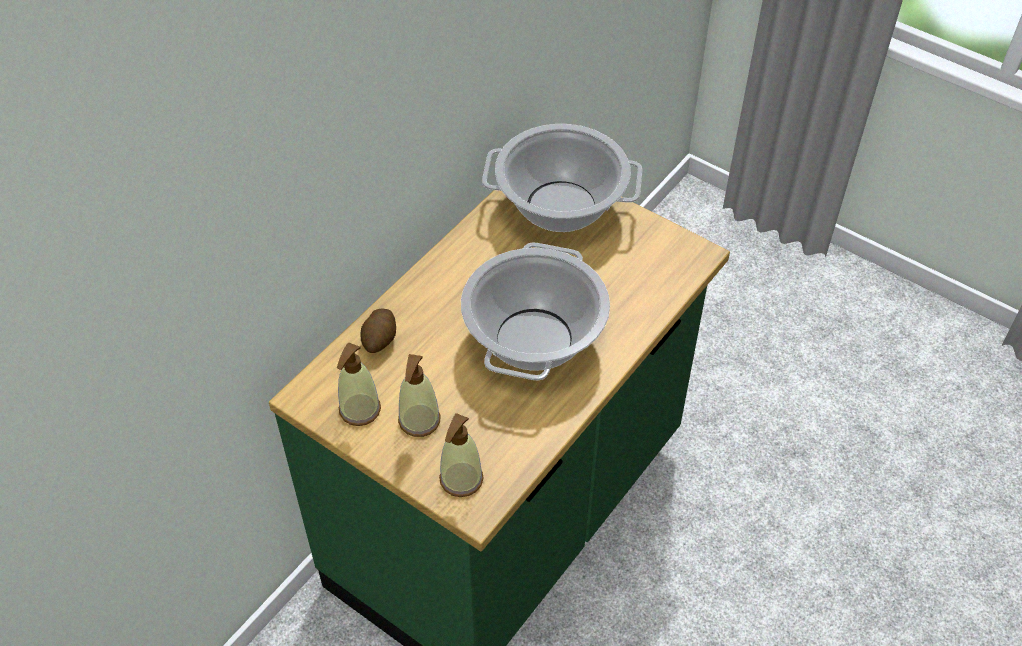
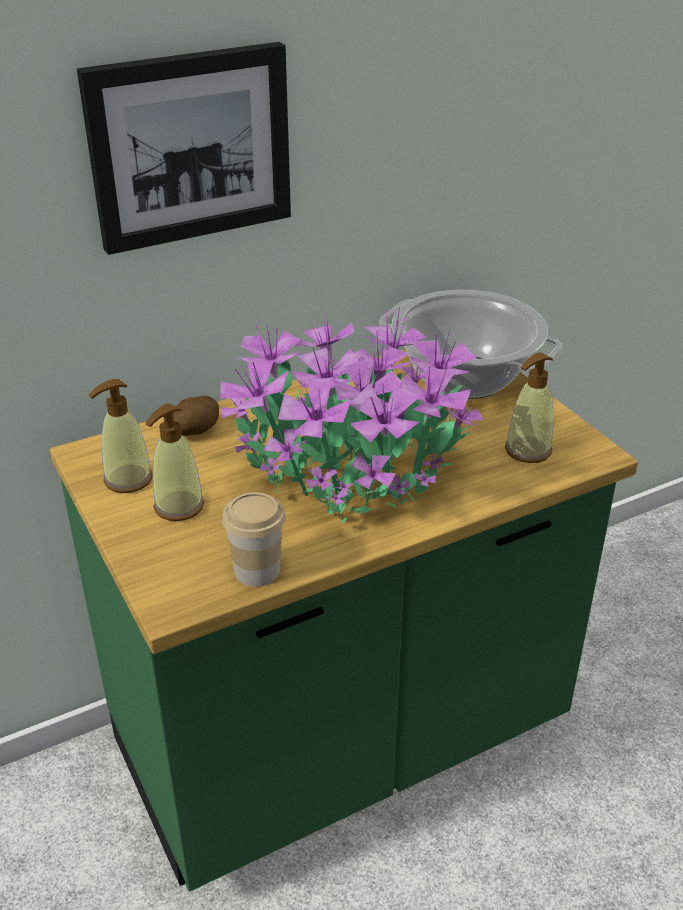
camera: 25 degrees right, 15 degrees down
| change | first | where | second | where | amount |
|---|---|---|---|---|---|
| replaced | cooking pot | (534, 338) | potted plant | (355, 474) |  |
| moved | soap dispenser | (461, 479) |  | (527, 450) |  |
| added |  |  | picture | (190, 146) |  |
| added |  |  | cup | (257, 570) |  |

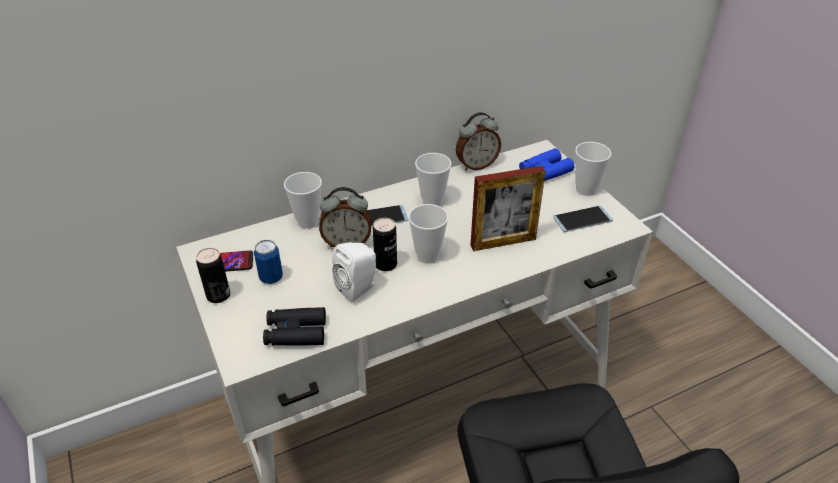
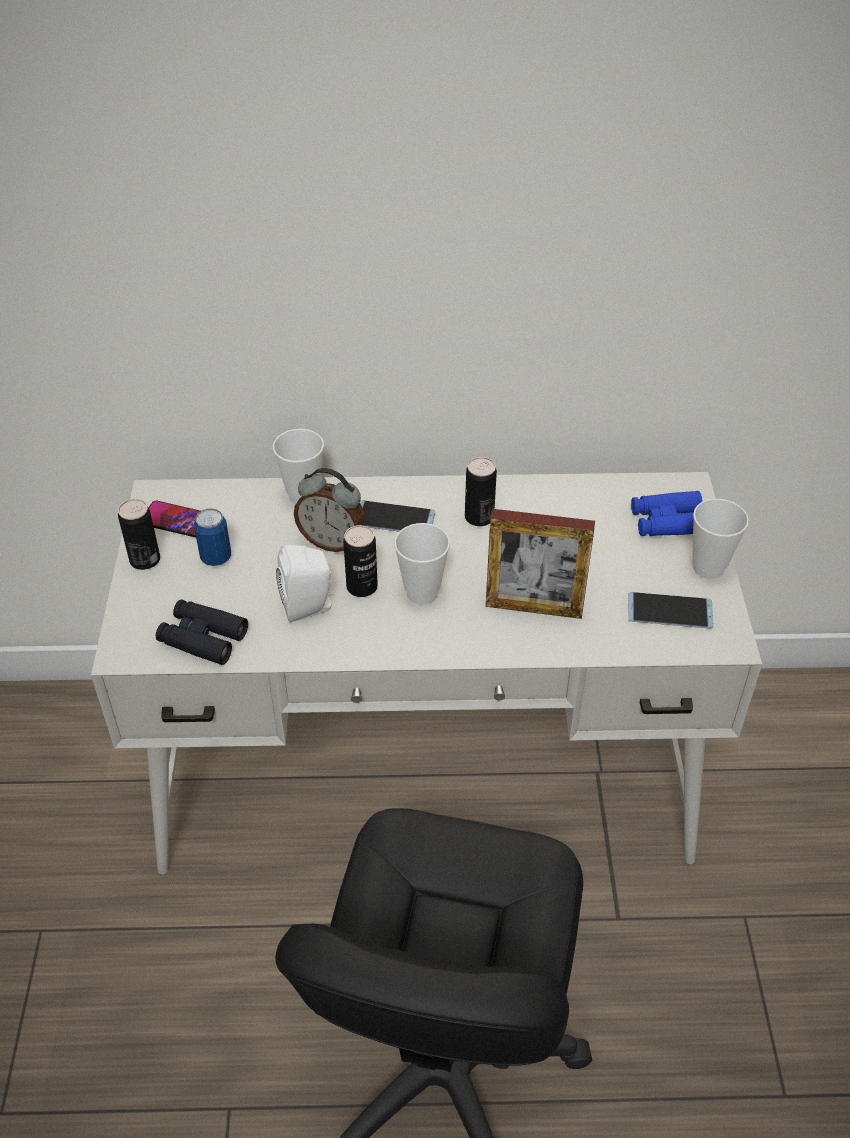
camera: 25 degrees right, 5 degrees up
| change | first | where | second | where | amount |
|---|---|---|---|---|---|
| removed | alarm clock | (476, 165) |  |  |  |
| replaced | cup | (432, 201) | can | (479, 517) |  |

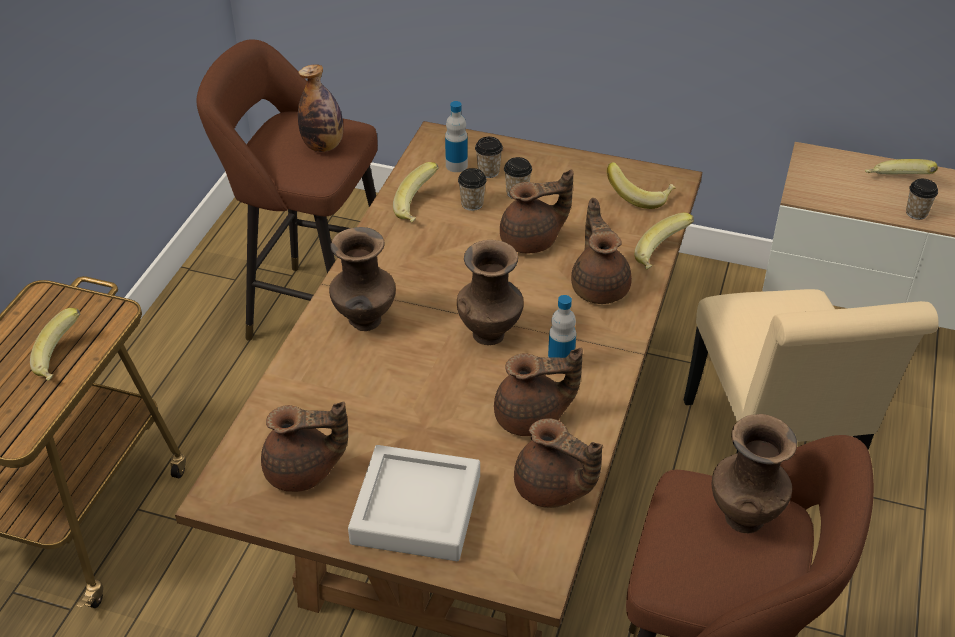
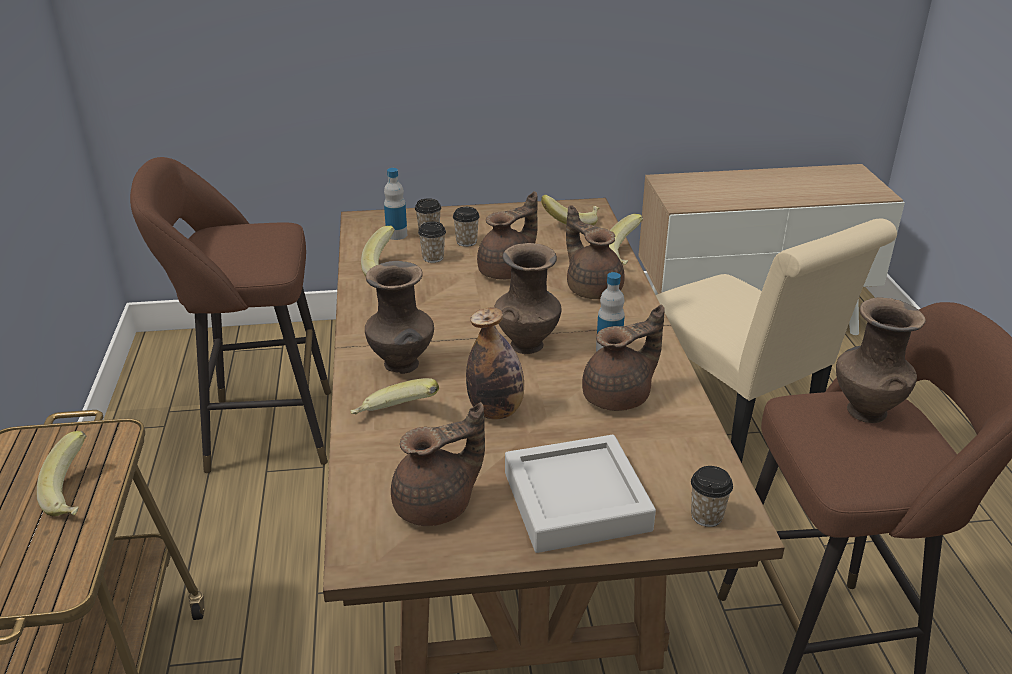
camera: 25 degrees left, 10 degrees down
| change | first | where | second | where | amount |
|---|---|---|---|---|---|
| moved | bottle | (323, 146) |  | (496, 411) |  |
| moved | banana | (896, 183) |  | (396, 417) |  |
| moved | cup | (916, 213) |  | (706, 516) |  |
| removed | brown teapot | (552, 489) |  |  |  |

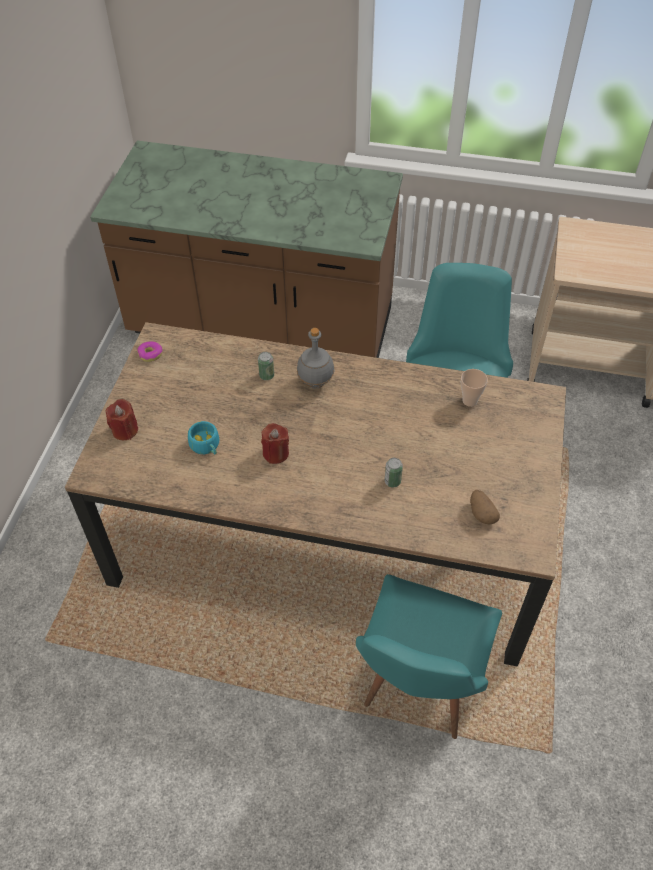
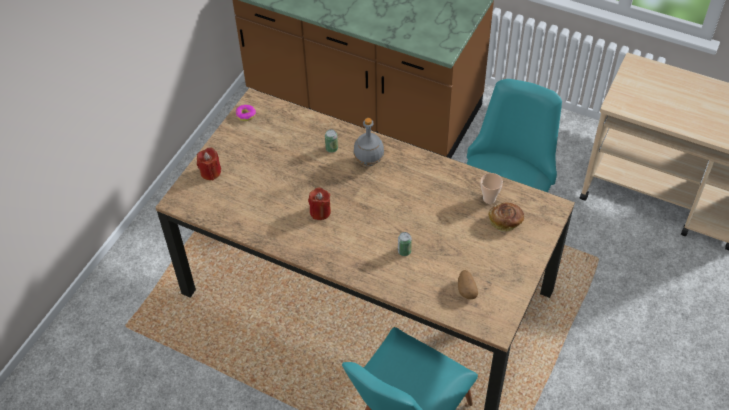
camera: 15 degrees right, 0 degrees up
| change | first | where | second | where | amount |
|---|---|---|---|---|---|
| removed | turquoise cup | (206, 446) |  |  |  |
| added |  |  | bread | (505, 221) |  |

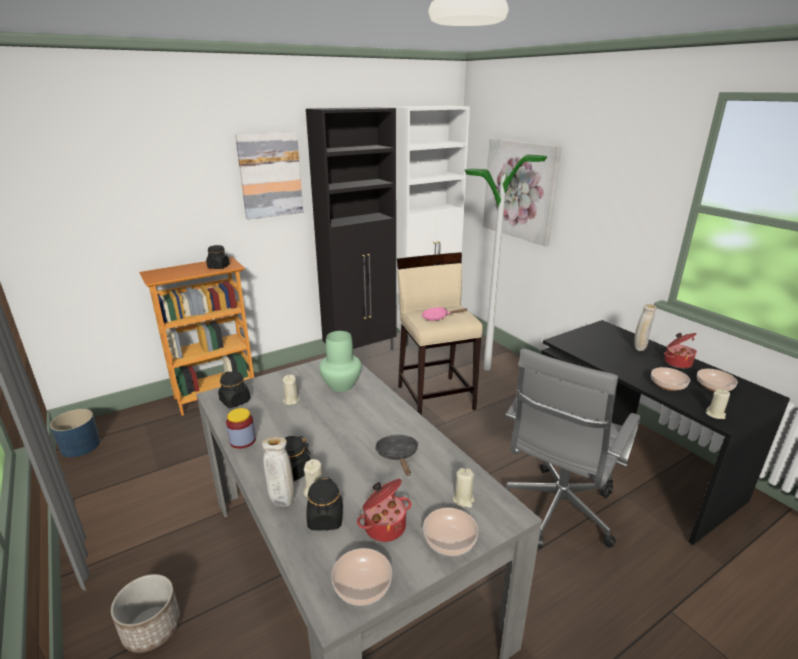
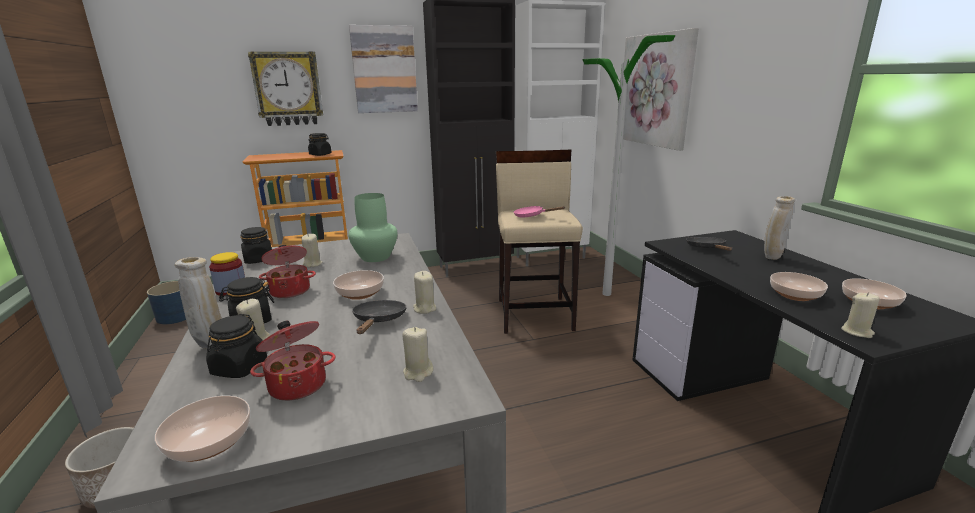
camera: 15 degrees right, 5 degrees down
| change | first | where | second | where | amount |
|---|---|---|---|---|---|
| moved | cooking pot | (677, 362) |  | (290, 290) |  |
| removed | grey office chair | (556, 513) |  |  |  |
| moved | bowl | (450, 541) |  | (360, 293) |  |
| added |  |  | wall clock | (288, 89) |  |
| added |  |  | black frying pan | (707, 248) |  |
| added |  |  | beige candle | (424, 308) |  |

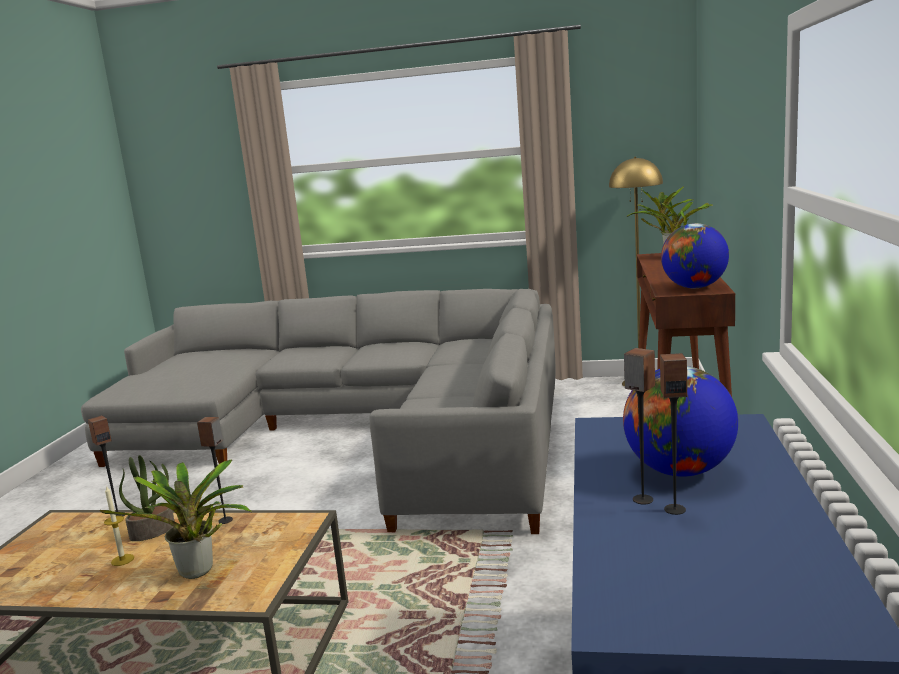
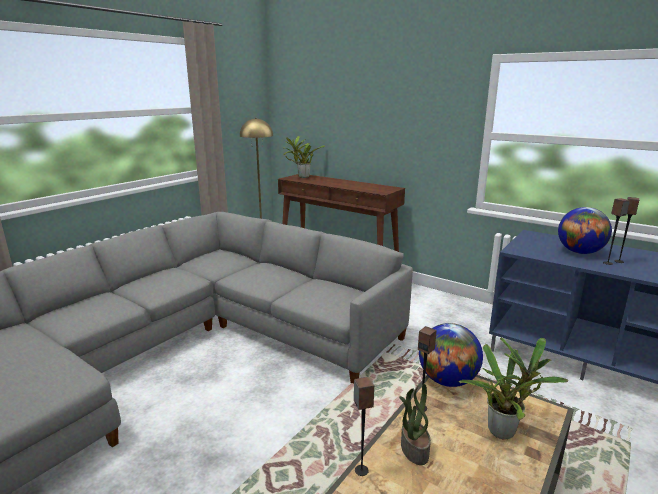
camera: 65 degrees left, 5 degrees up
| change | first | where | second | where | amount |
|---|---|---|---|---|---|
| moved | globe | (694, 287) |  | (447, 380) |  |
| removed | candle | (122, 560) |  |  |  |

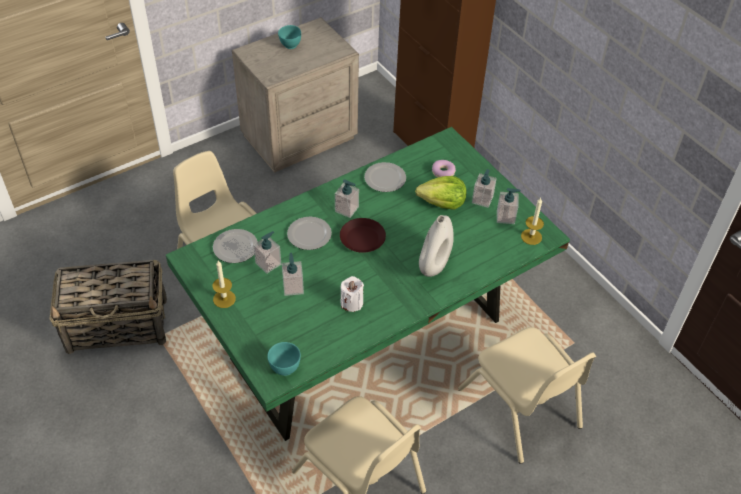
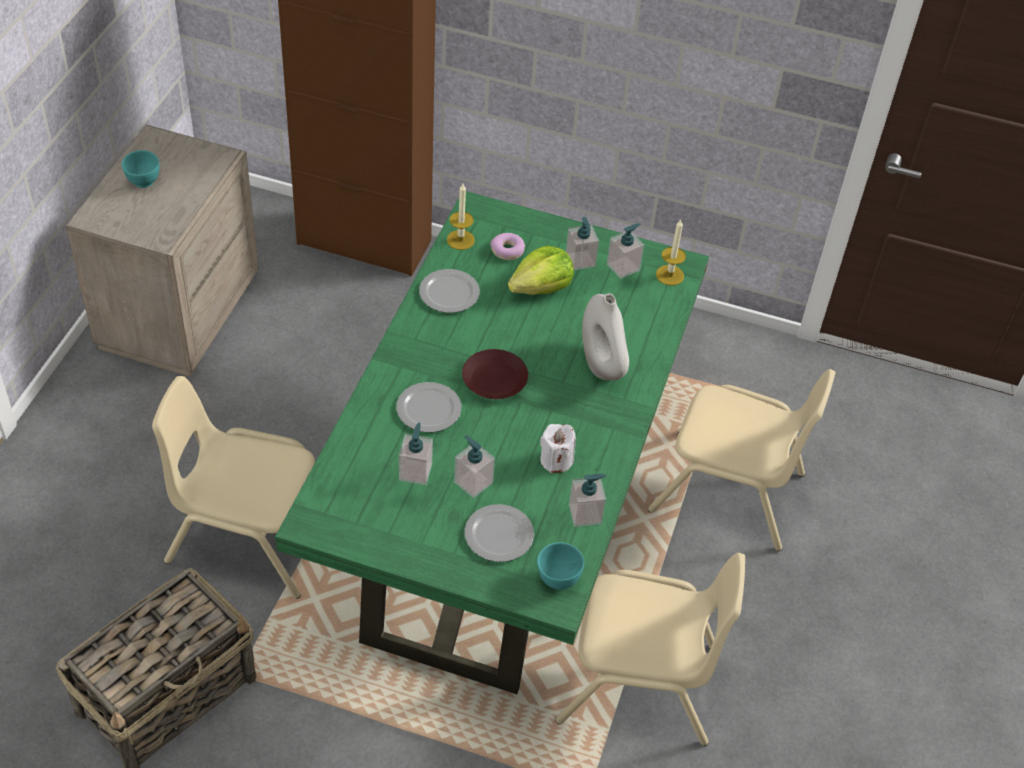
camera: 40 degrees left, 0 degrees up
| change | first | where | second | where | amount |
|---|---|---|---|---|---|
| moved | soap dispenser | (347, 209) |  | (585, 514) |  |
| moved | plate | (236, 248) |  | (500, 535) |  |
| moved | candle | (224, 299) |  | (460, 240) |  |

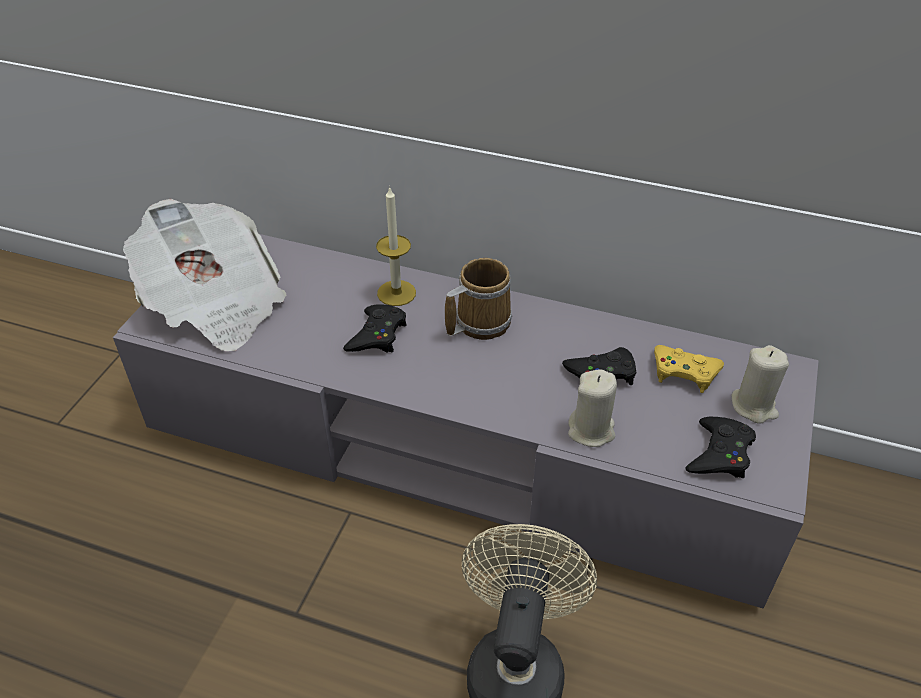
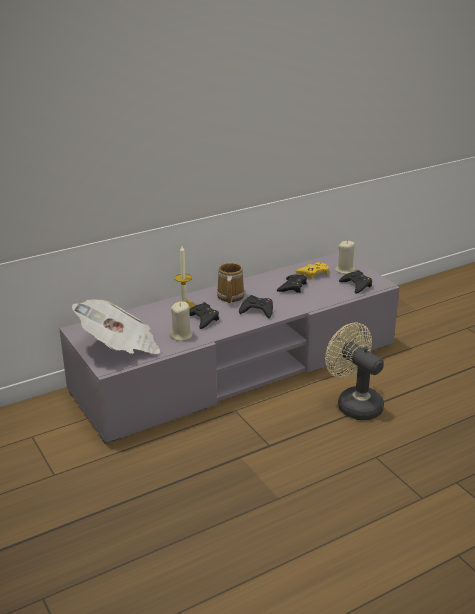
camera: 50 degrees left, 15 degrees down
| change | first | where | second | where | amount |
|---|---|---|---|---|---|
| moved | beige candle | (591, 430) |  | (181, 335) |  |
| added |  |  | black game controller | (257, 310) |  |

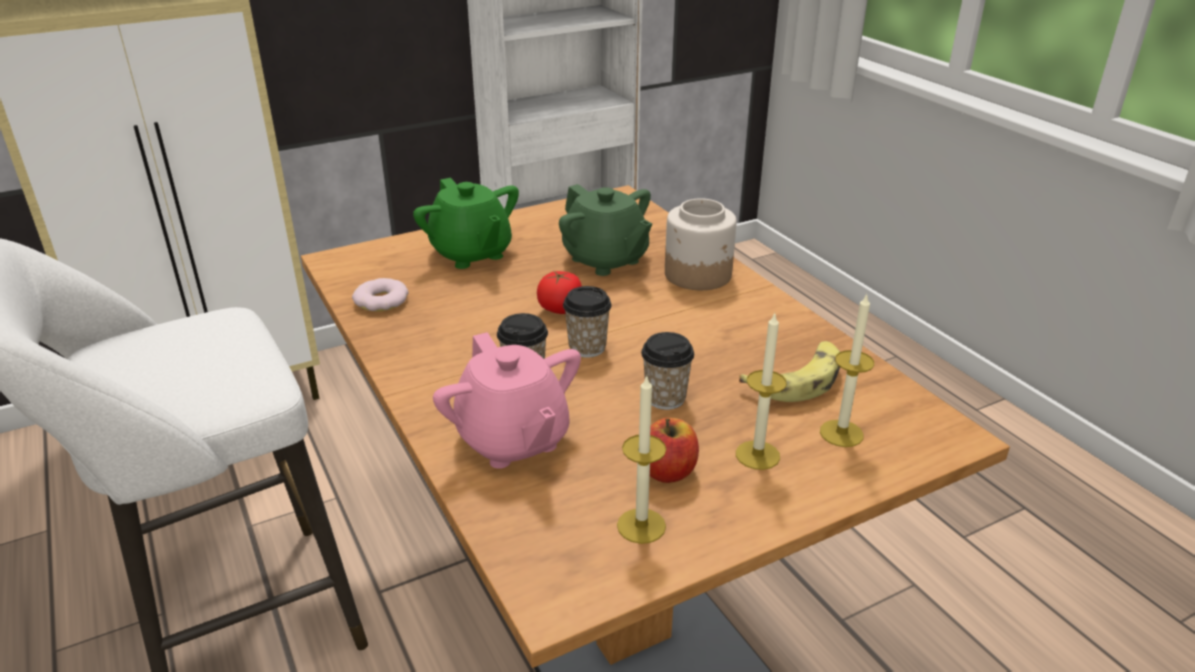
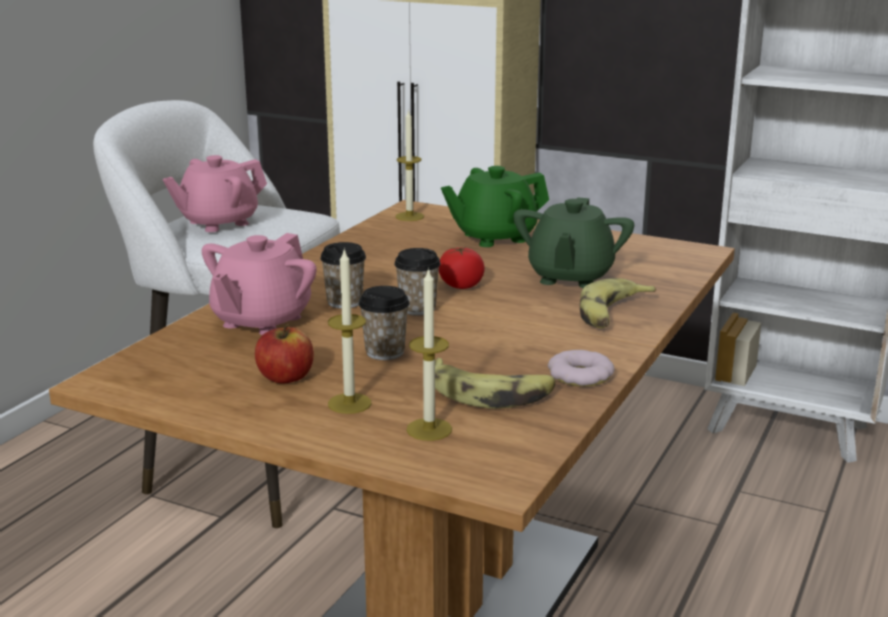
camera: 55 degrees right, 10 degrees down
| change | first | where | second | where | amount |
|---|---|---|---|---|---|
| turned | green teapot | (471, 254) |  | (494, 237) | 45 degrees clockwise |
| replaced | jar | (698, 275) | banana | (612, 314) |  |
| moved | donut | (382, 301) |  | (580, 375) |  |
| moved | candle | (641, 526) |  | (409, 216) |  |
| added |  |  | pink teapot | (218, 223) |  |

